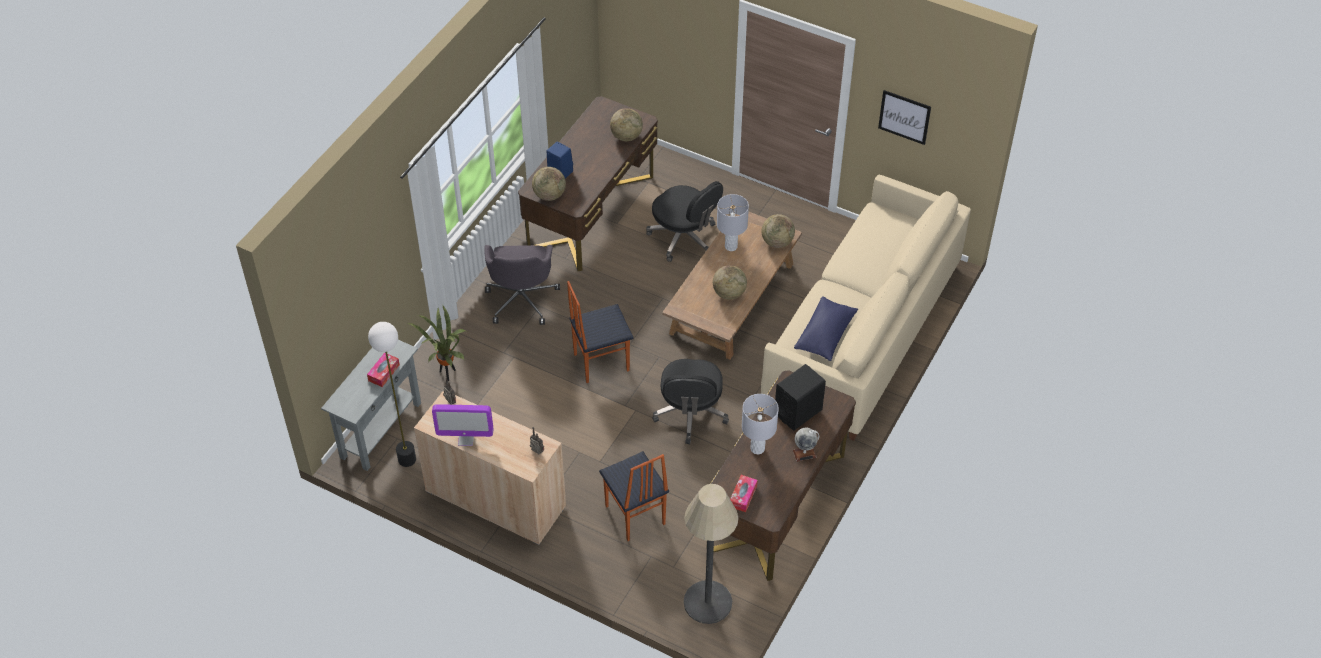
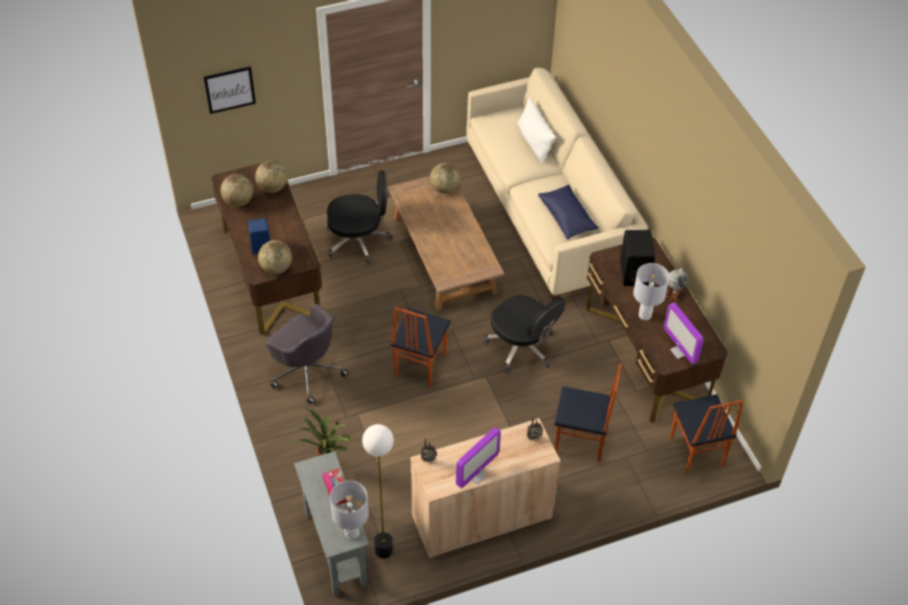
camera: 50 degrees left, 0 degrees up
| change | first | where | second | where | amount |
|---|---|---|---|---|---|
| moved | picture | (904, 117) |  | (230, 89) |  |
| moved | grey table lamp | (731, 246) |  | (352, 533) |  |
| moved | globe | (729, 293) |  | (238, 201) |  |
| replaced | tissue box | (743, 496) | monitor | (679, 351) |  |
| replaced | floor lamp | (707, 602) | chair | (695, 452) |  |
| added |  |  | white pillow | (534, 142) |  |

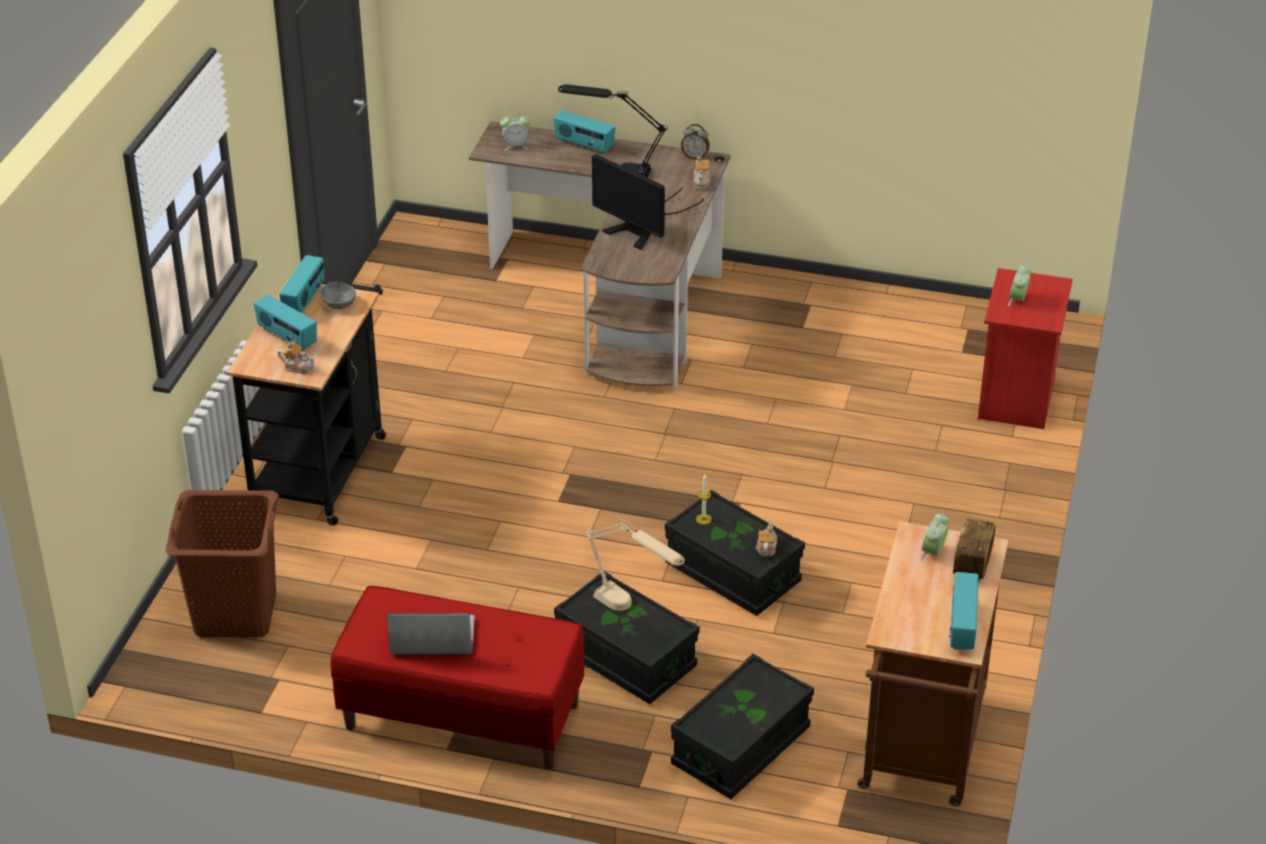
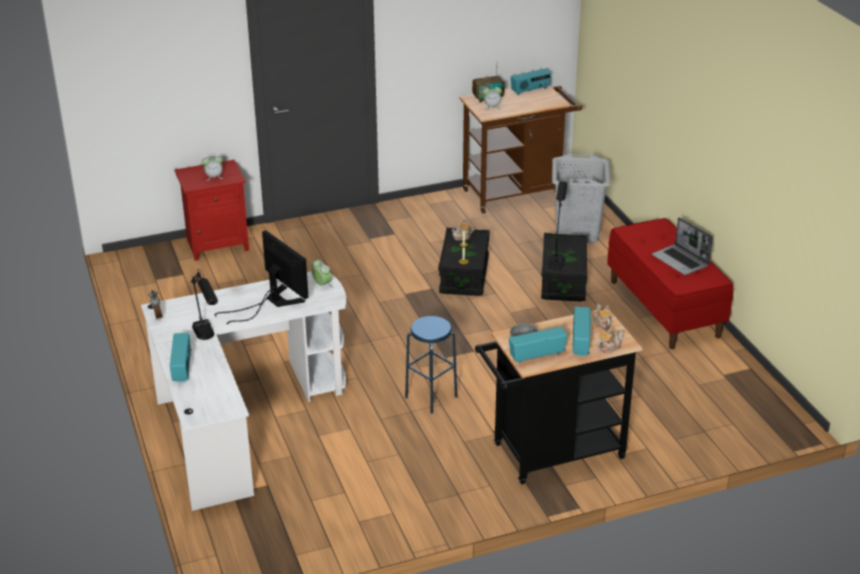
camera: 125 degrees left, 5 degrees down
| change | first | where | second | where | amount |
|---|---|---|---|---|---|
| moved | alarm clock | (515, 145) |  | (322, 285) |  |
| recoloured | brown desk | (621, 299) | white desk | (239, 417) |  |
| turned | monitor | (642, 228) |  | (273, 302) | 45 degrees counterclockwise |
| moved | teapot | (702, 182) |  | (609, 347) |  |
| removed | brown laundry basket | (236, 614) |  |  |  |
| recoloured | beige table lamp | (632, 611) | black table lamp | (557, 254) |  |
| replaced | black storage box | (741, 747) | grey laundry basket | (576, 232) |  |
| added |  |  | blue stool | (431, 397) |  |

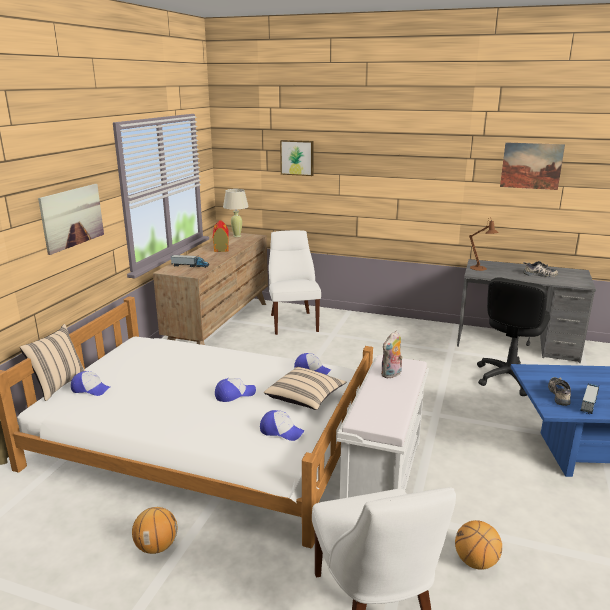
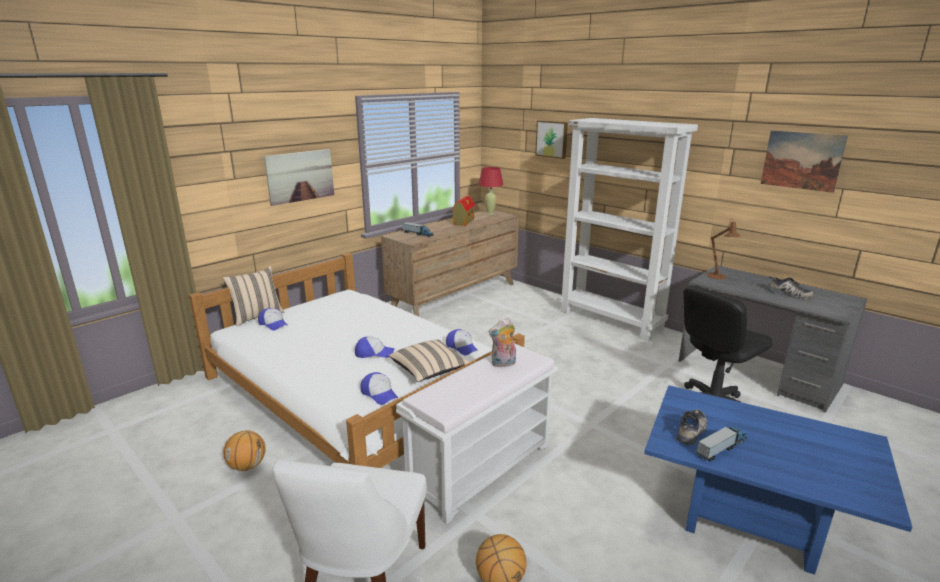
camera: 25 degrees right, 0 degrees up
| change | first | where | second | where | amount |
|---|---|---|---|---|---|
| recoloured | beige table lamp | (237, 236) | red table lamp | (490, 213) |  |
| removed | white chair | (293, 322) |  |  |  |
| added |  |  | white bookcase | (611, 320) |  |

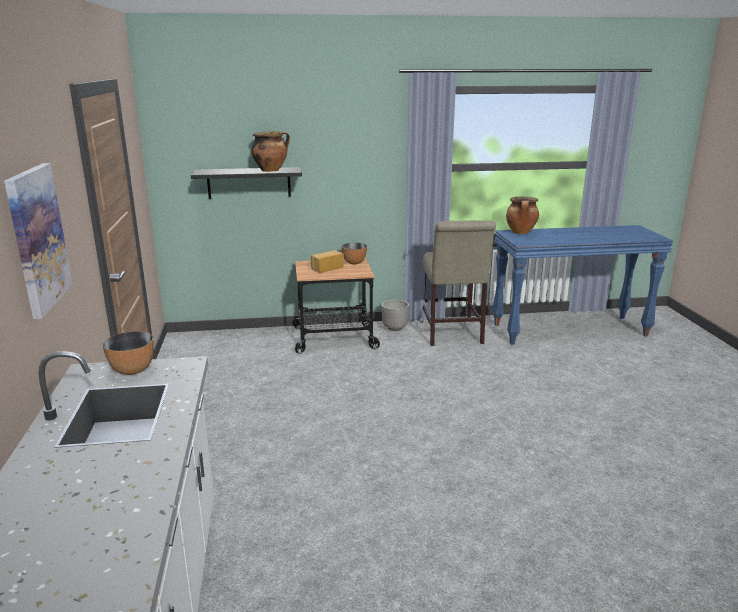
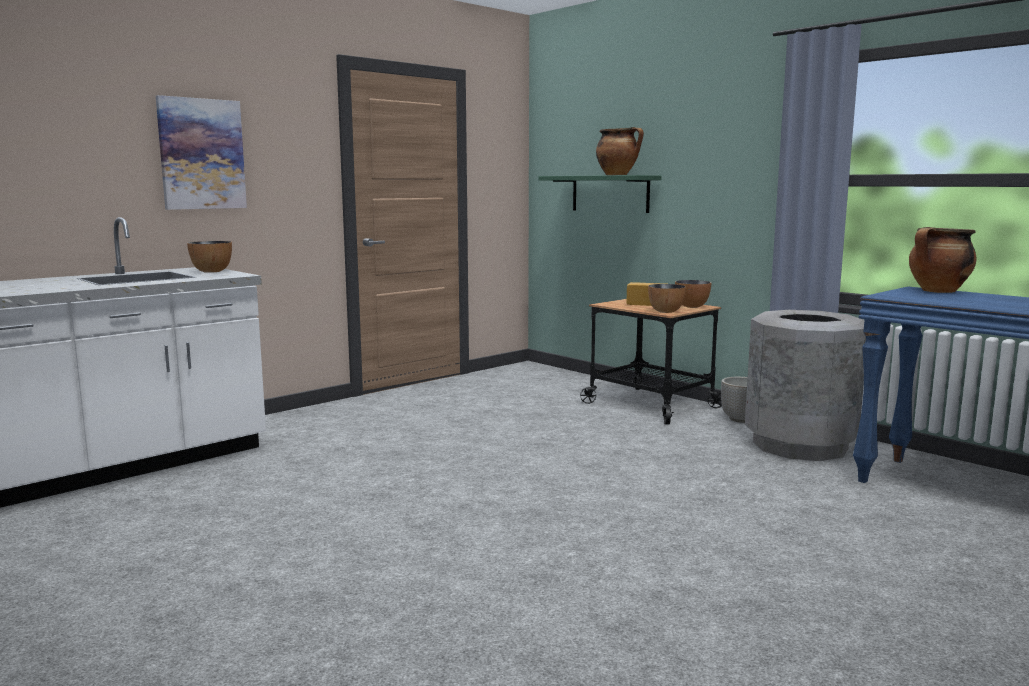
camera: 55 degrees right, 10 degrees down
| change | first | where | second | where | amount |
|---|---|---|---|---|---|
| recoloured | black shelf | (249, 183) | green shelf | (610, 193) |  |
| replaced | beige chair | (451, 334) | grey trash can | (799, 445) |  |
| added |  |  | bowl | (666, 311) |  |

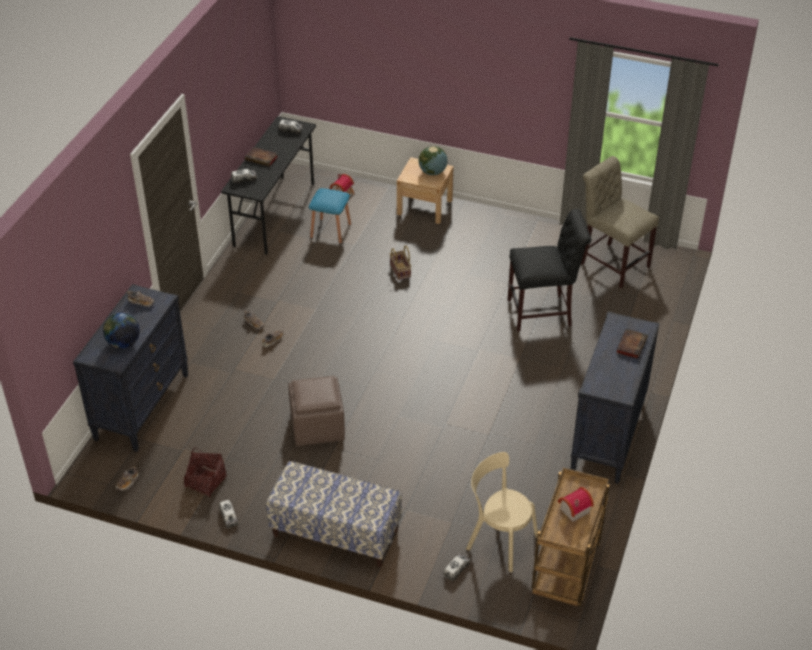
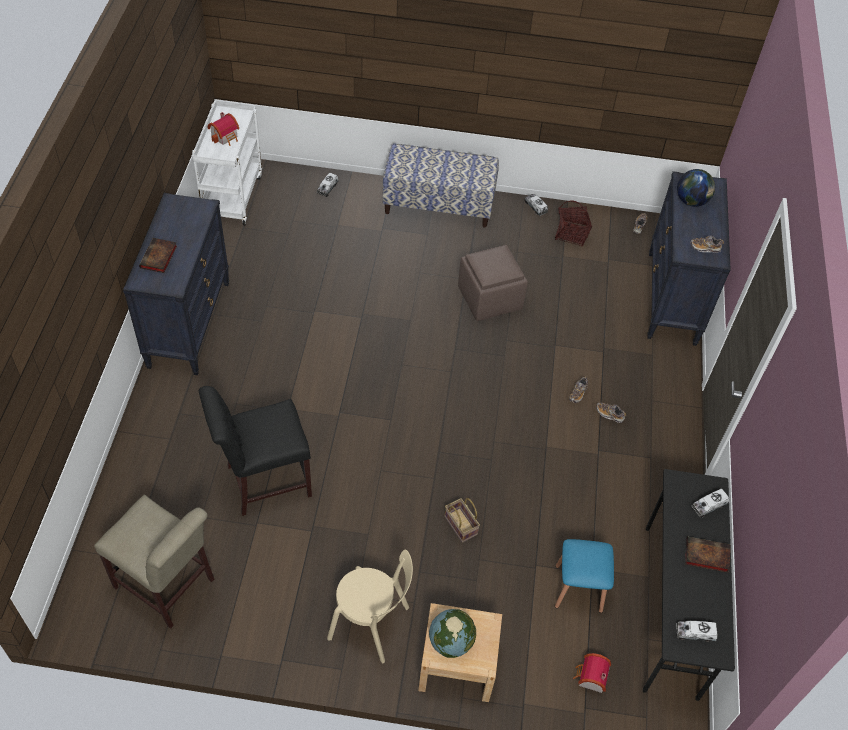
camera: 165 degrees right, 10 degrees up
| change | first | where | second | where | amount |
|---|---|---|---|---|---|
| moved | beige chair | (499, 540) |  | (372, 625) |  |
| recoloured | brown cart | (566, 572) | white cart | (232, 196) |  |

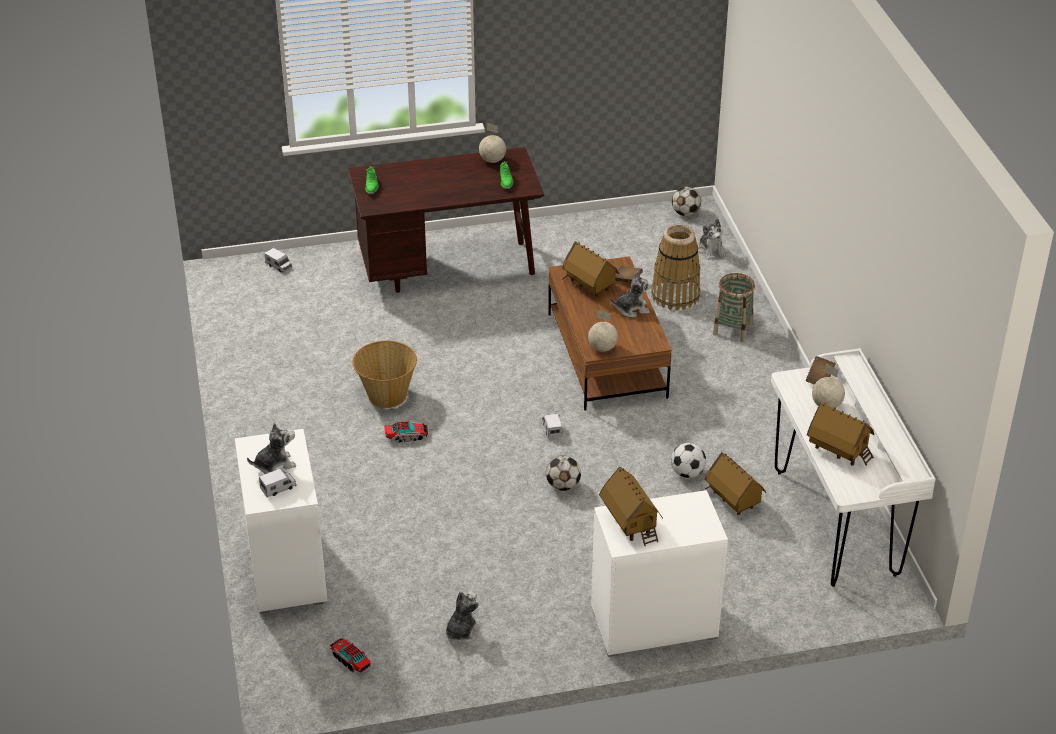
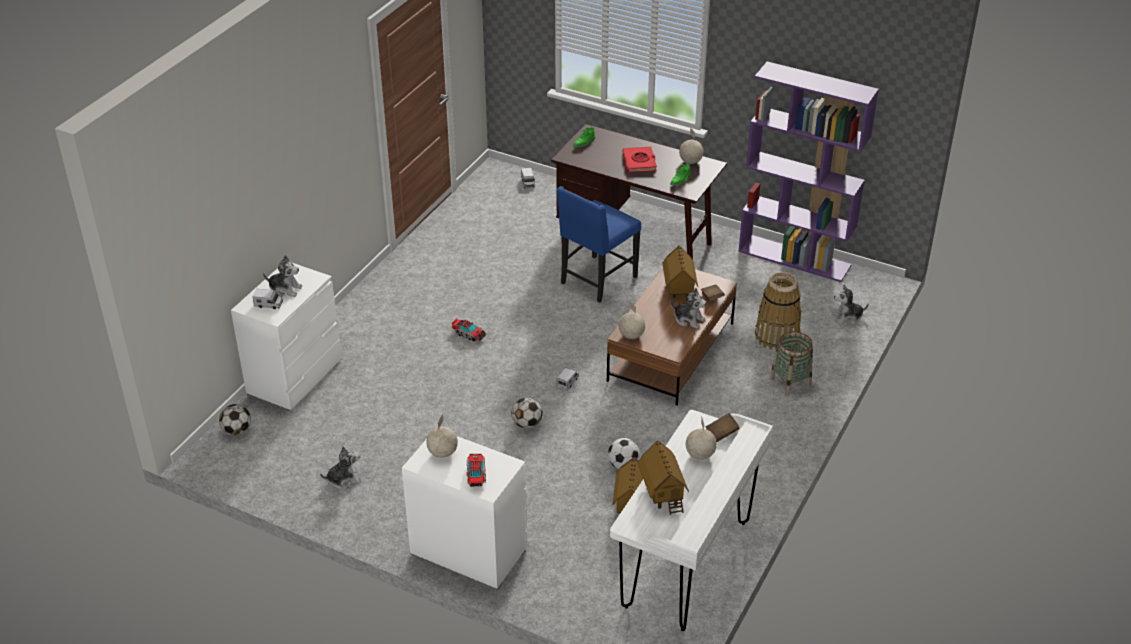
camera: 40 degrees right, 0 degrees up
| change | first | where | second | where | amount |
|---|---|---|---|---|---|
| moved | football | (685, 213) |  | (237, 431) |  |
| turned | plush toy | (711, 250) |  | (847, 317) | 60 degrees clockwise |
| removed | basket | (386, 395) |  |  |  |
| replaced | toy house | (630, 524) | globe | (443, 453) |  |
| moved | toy truck | (351, 660) |  | (476, 475) |  |
| added |  |  | purple bookcase | (795, 258) |  |
| added |  |  | red book | (639, 162) |  |
| added |  |  | blue chair | (597, 280) |  |

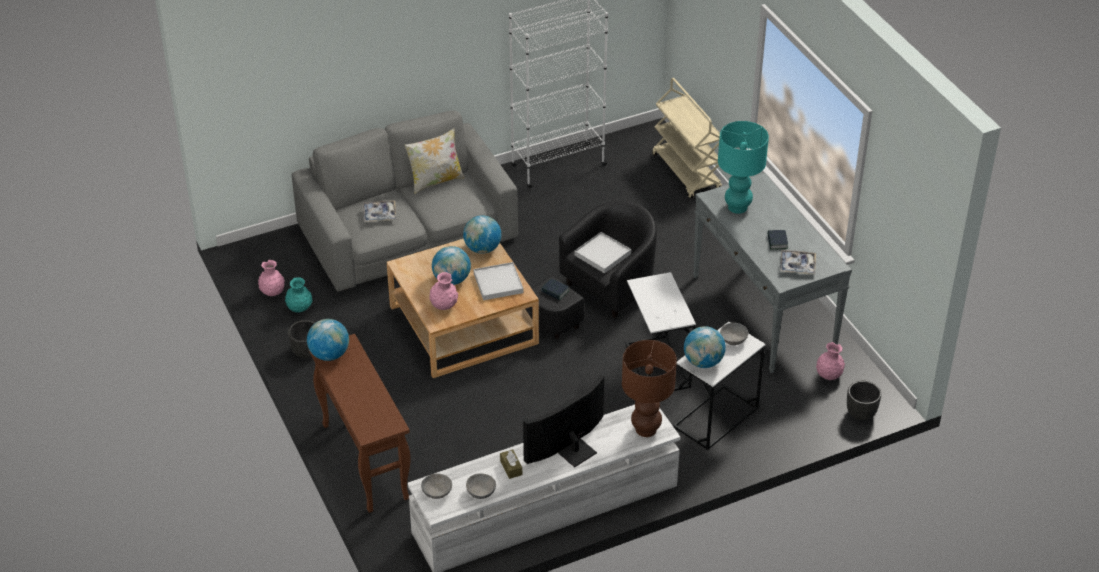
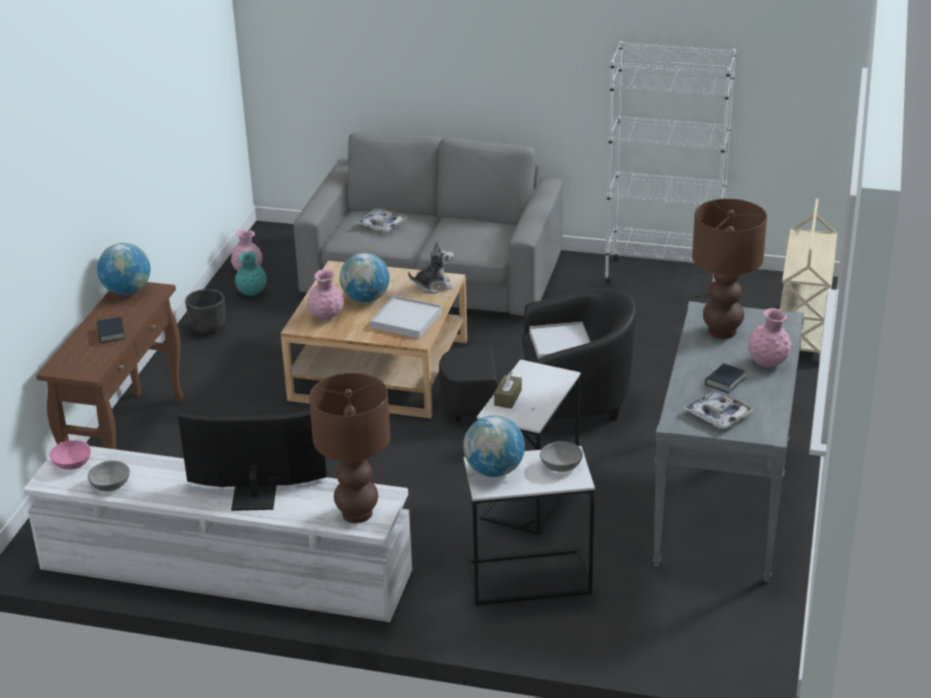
camera: 40 degrees right, 10 degrees down
| change | first | where | second | where | amount |
|---|---|---|---|---|---|
| recoloured | turquoise table lamp | (737, 207) | brown table lamp | (722, 331) |  |
| removed | pillow | (435, 181) |  |  |  |
| replaced | globe | (482, 249) | plush toy | (433, 286) |  |
| moved | book | (555, 291) |  | (111, 333) |  |
| moved | pink vase | (828, 375) |  | (767, 363) |  |
| removed | black planter | (861, 413) |  |  |  |
| moved | brown tissue box | (511, 468) |  | (508, 398) |  |
| recoloured | grey bowl | (436, 492) | pink bowl | (72, 463) |  |

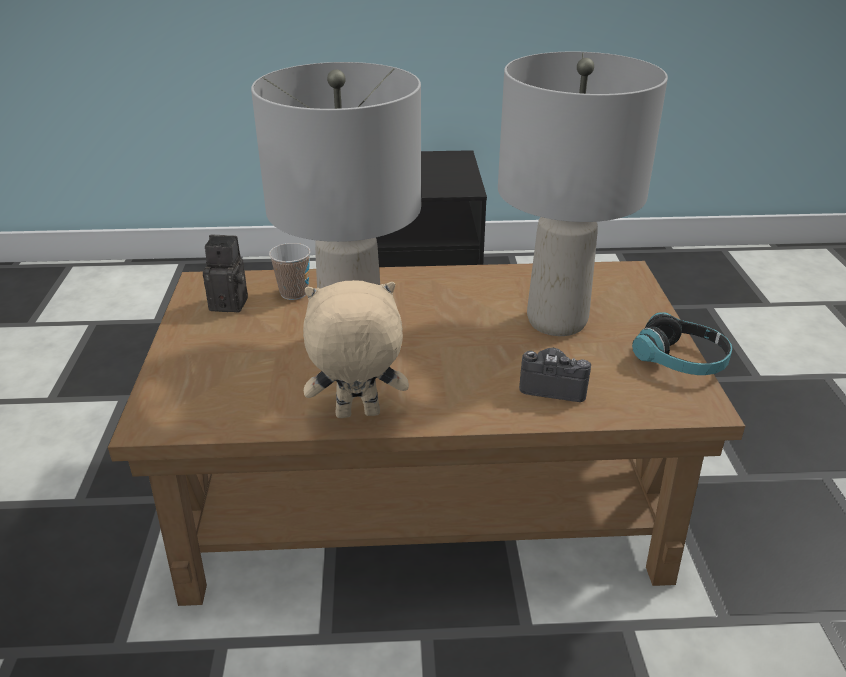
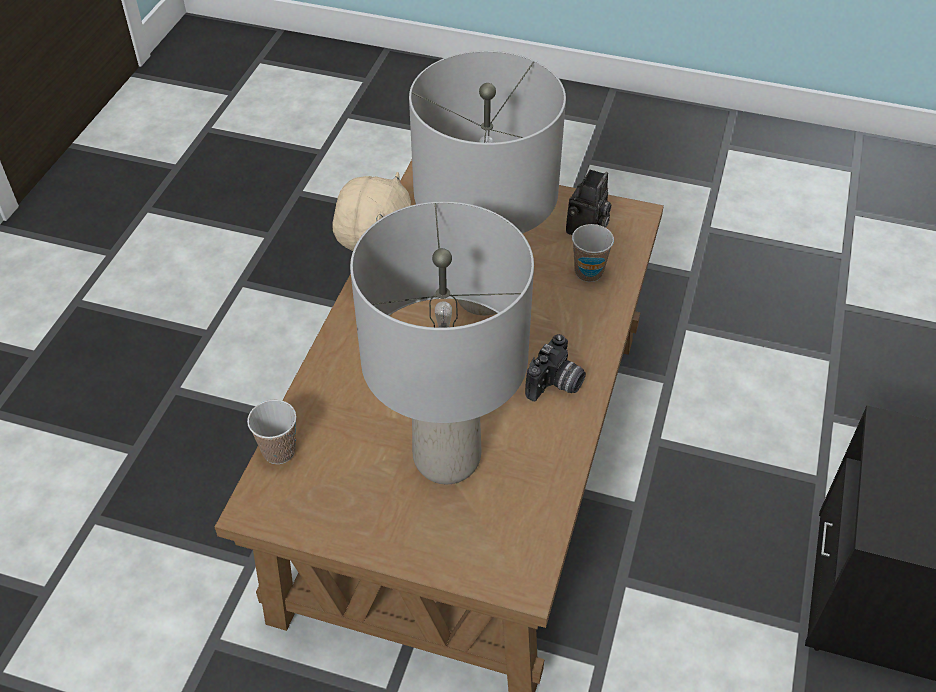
camera: 110 degrees right, 15 degrees up
| change | first | where | second | where | amount |
|---|---|---|---|---|---|
| removed | headphones | (680, 360) |  |  |  |
| moved | photo camera | (553, 385) |  | (556, 385) |  |
| added |  |  | cup | (279, 451) |  |

